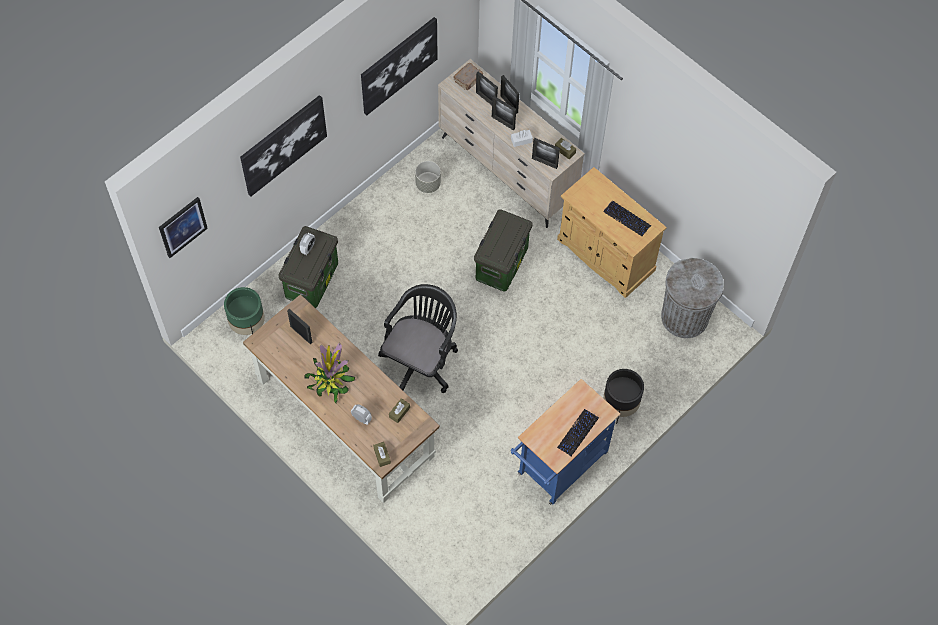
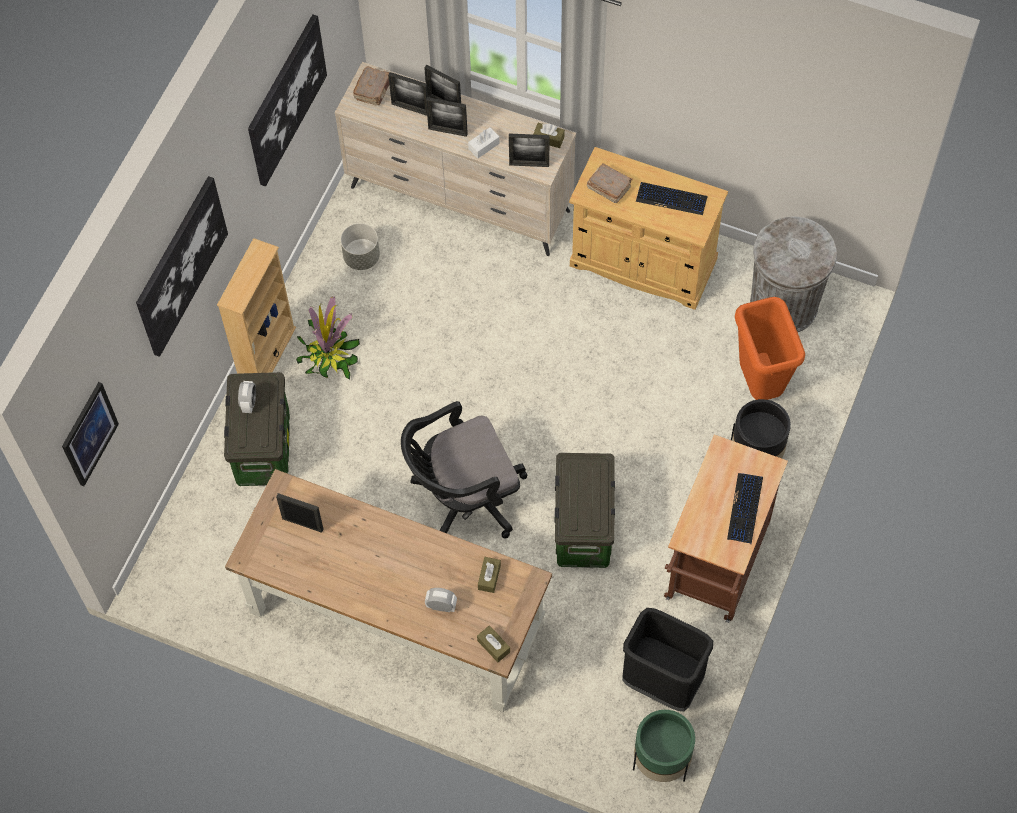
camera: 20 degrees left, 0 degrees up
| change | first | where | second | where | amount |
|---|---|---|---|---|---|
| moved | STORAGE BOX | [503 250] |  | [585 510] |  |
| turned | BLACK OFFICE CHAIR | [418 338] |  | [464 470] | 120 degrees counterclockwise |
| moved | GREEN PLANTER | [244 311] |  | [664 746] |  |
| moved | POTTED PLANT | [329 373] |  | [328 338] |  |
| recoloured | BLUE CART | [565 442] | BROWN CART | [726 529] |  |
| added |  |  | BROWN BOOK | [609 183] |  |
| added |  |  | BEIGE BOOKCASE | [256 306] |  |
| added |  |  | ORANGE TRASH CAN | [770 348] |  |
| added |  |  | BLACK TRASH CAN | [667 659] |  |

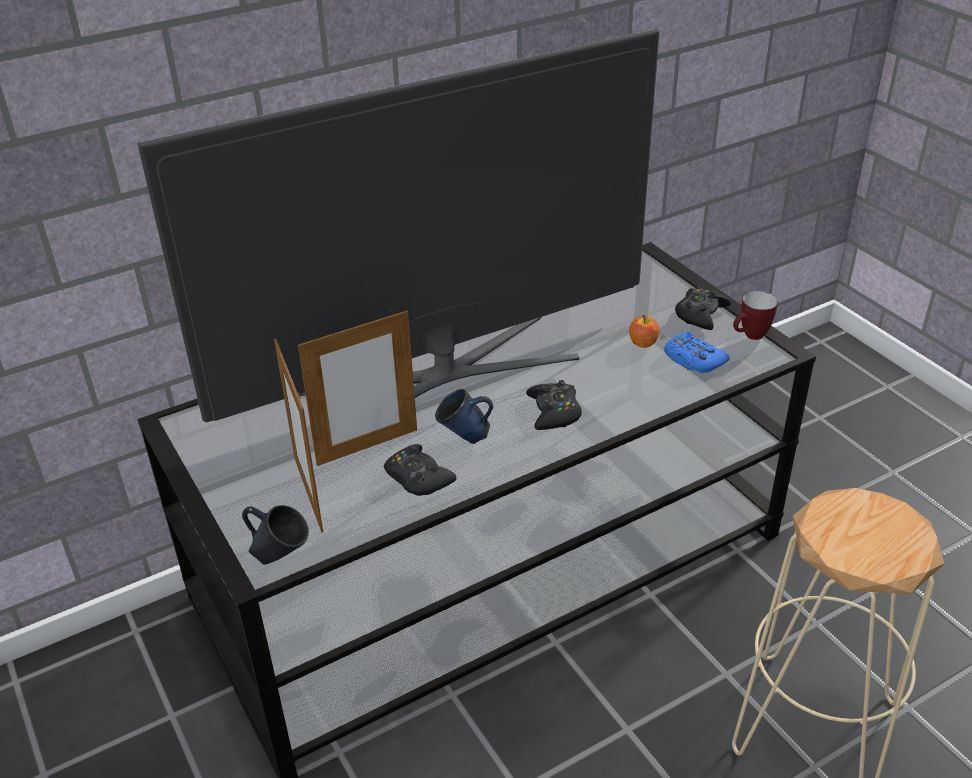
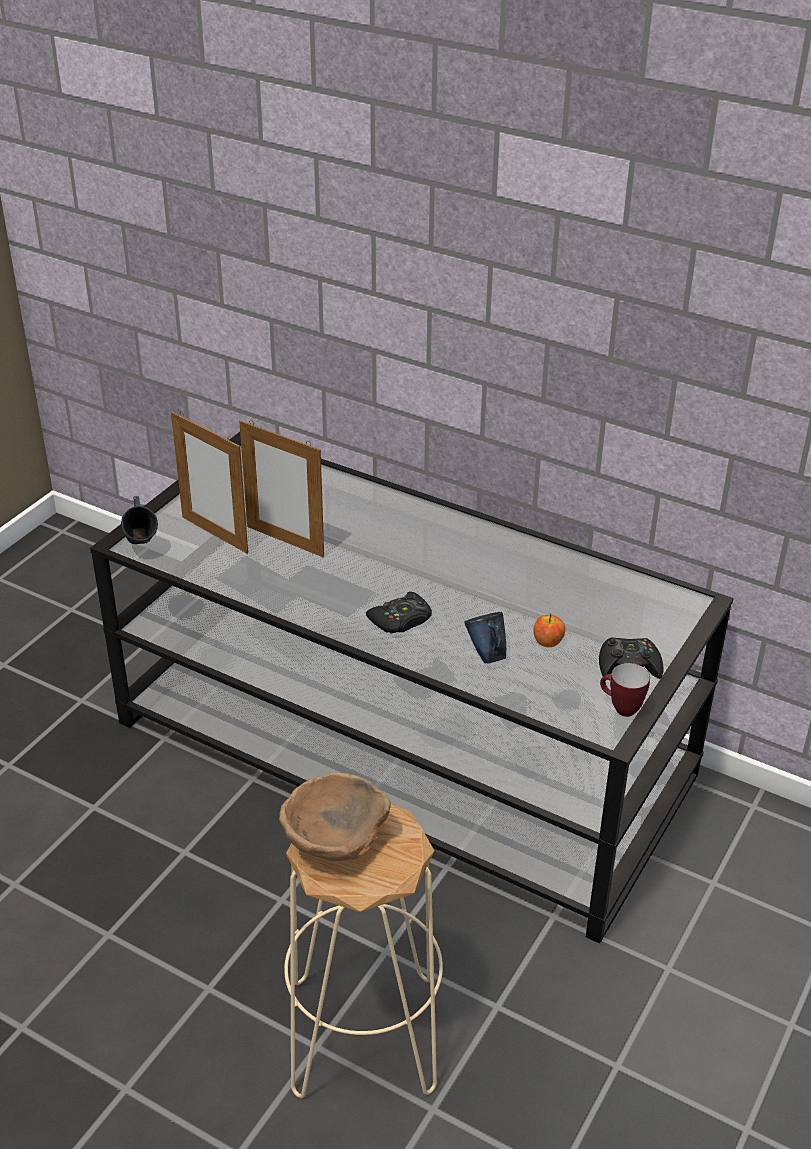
camera: 60 degrees right, 0 degrees up
| change | first | where | second | where | amount |
|---|---|---|---|---|---|
| removed | TELEVISION | [398 225] |  |  |  |
| removed | BLUE GAME CONTROLLER | [697 352] |  |  |  |
| turned | PICTURE FRAME | [298 436] |  | [209 482] | 90 degrees counterclockwise |
| moved | BLUE MUG | [464 416] |  | [485 638] |  |
| removed | BLACK GAME CONTROLLER | [420 470] |  |  |  |
| added |  |  | BROWN BOWL | [335 816] |  |

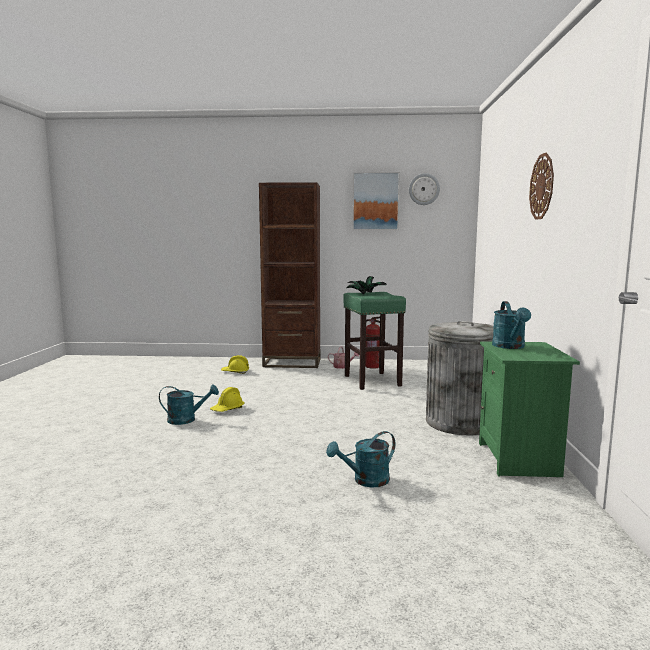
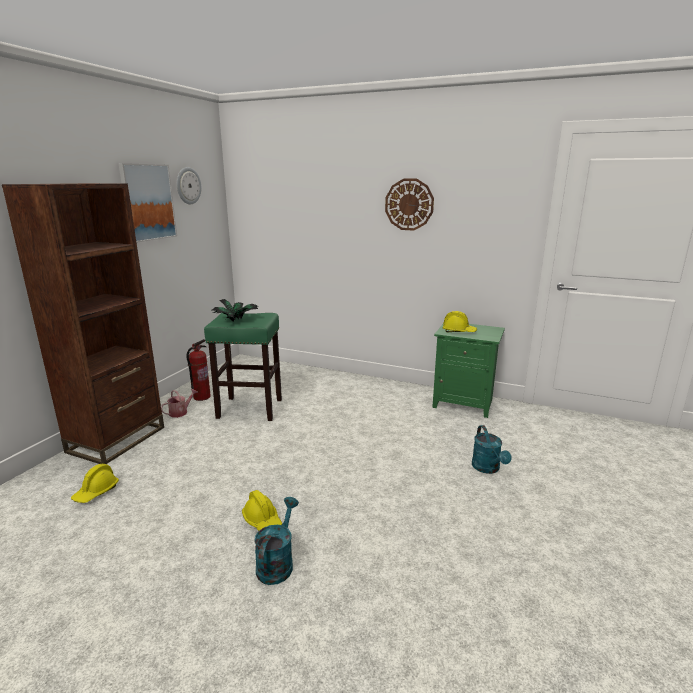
camera: 70 degrees left, 10 degrees up
| change | first | where | second | where | amount |
|---|---|---|---|---|---|
| replaced | TURQUOISE WATERING CAN | [511 325] | YELLOW HARD HAT | [460 321] |  |
| removed | GREY TRASH CAN | [460 378] |  |  |  |

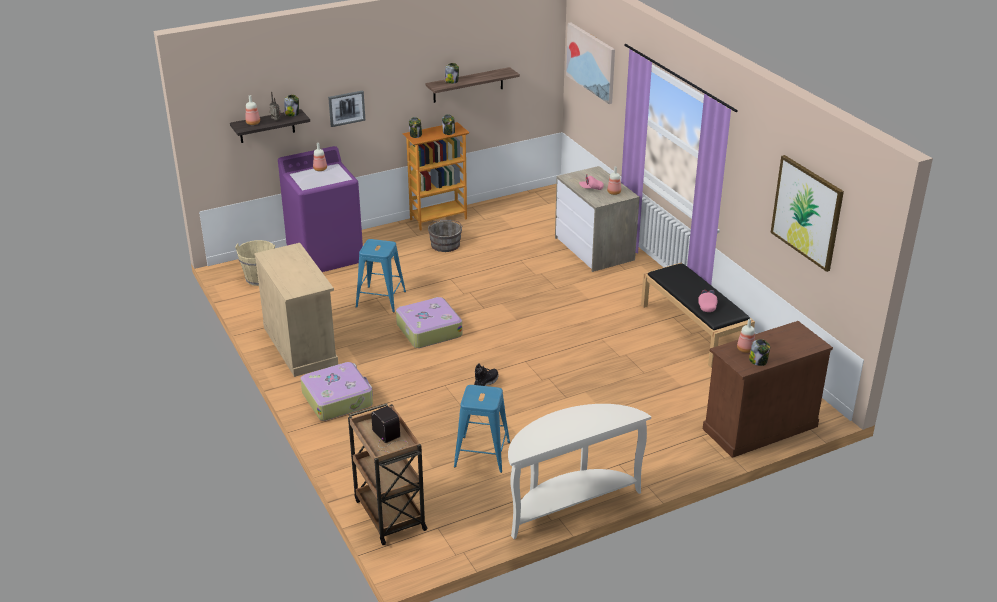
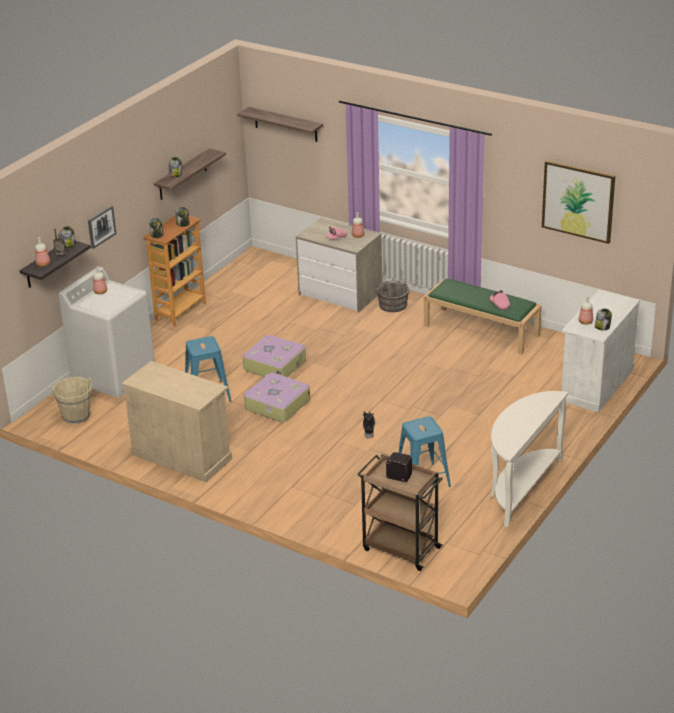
camera: 30 degrees left, 0 degrees up
| change | first | where | second | where | amount |
|---|---|---|---|---|---|
| replaced | PICTURE | [590 63] | SHELF | [280 124] |  |
| recoloured | PURPLE WASHING MACHINE | [320 209] | WHITE WASHING MACHINE | [106 332] |  |
| moved | GREY BUCKET | [445 236] |  | [391 296] |  |
| recoloured | BLACK BENCH | [698 315] | GREEN BENCH | [483 316] |  |
| recoloured | BROWN CABINET | [768 389] | WHITE CABINET | [600 350] |  |
| moved | SUITCASE | [336 391] |  | [274 356] |  |

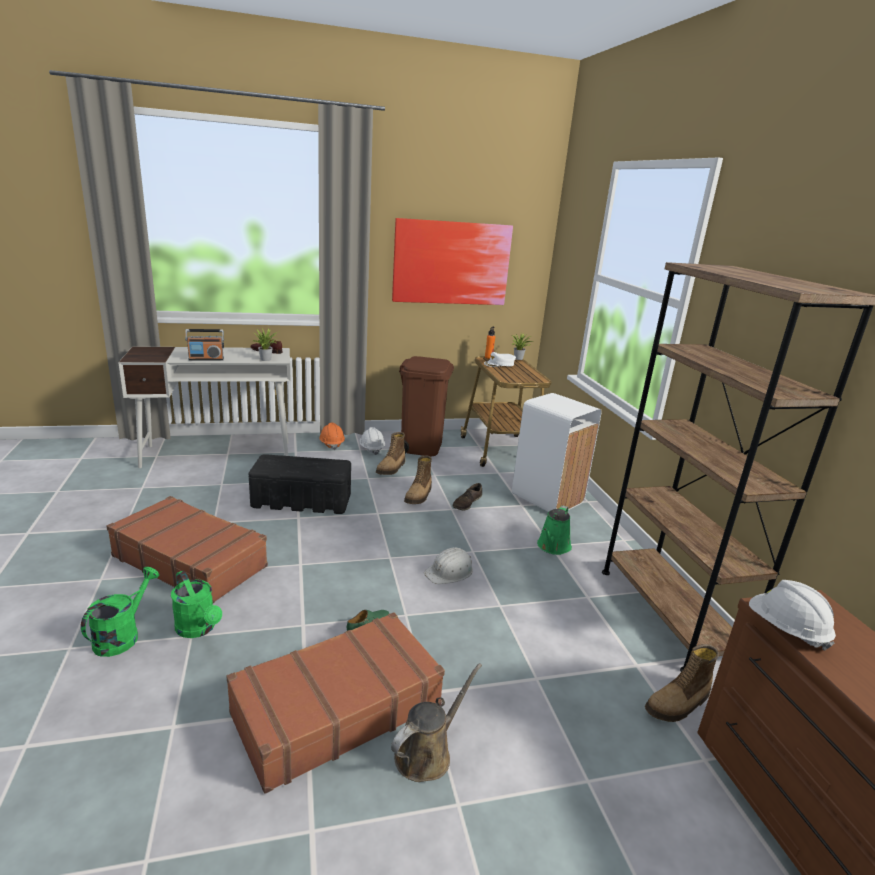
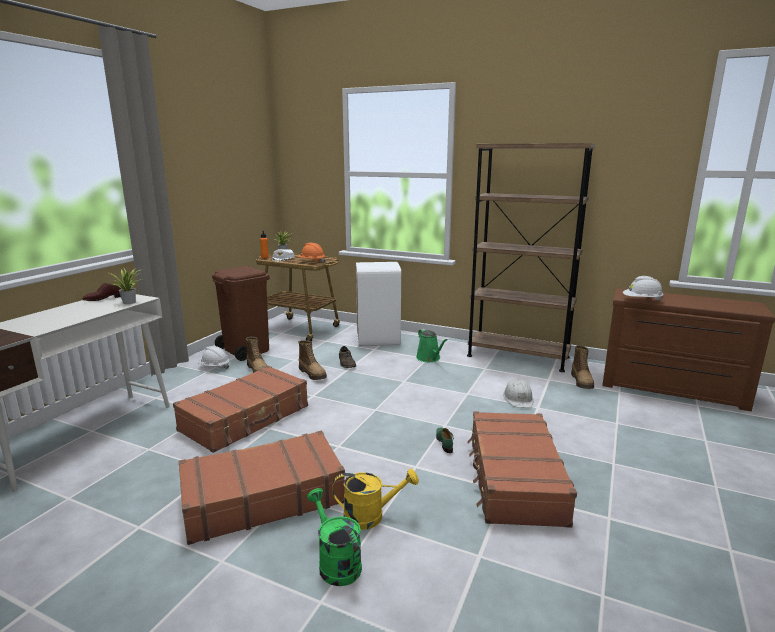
camera: 50 degrees left, 5 degrees down
| change | first | where | second | where | amount |
|---|---|---|---|---|---|
| removed | PICTURE | [452 261] |  |  |  |
| removed | RADIO | [204 345] |  |  |  |
| moved | ORANGE HARD HAT | [332 436] |  | [311 253] |  |
| replaced | BLACK STORAGE BOX | [299 484] | BROWN SUITCASE | [240 409] |  |
| moved | WHITE HARD HAT | [448 565] |  | [518 393] |  |
| recoloured | GREEN WATERING CAN | [196 604] | YELLOW WATERING CAN | [375 499] |  |
| removed | BROWN WATERING CAN | [436 722] |  |  |  |

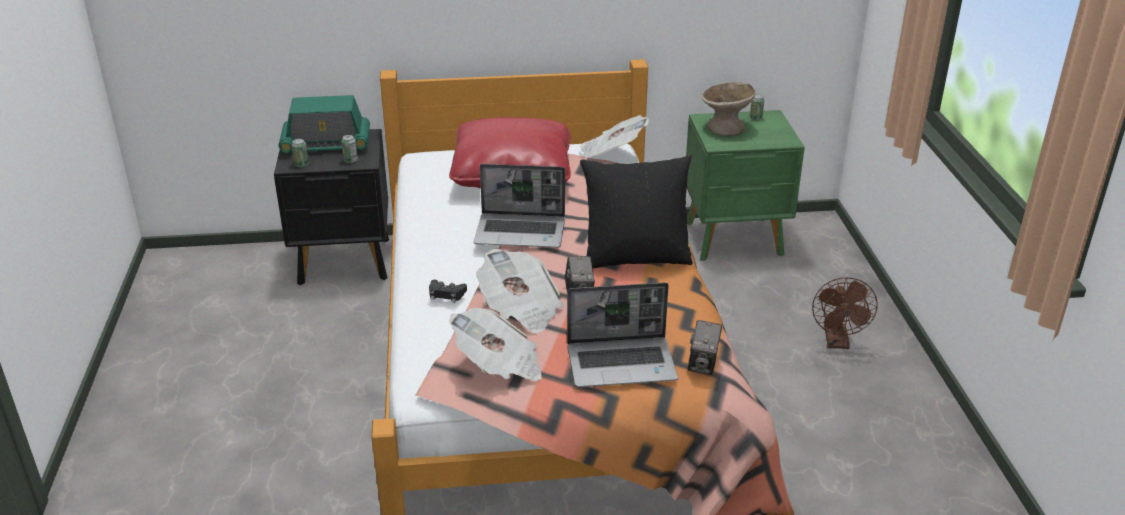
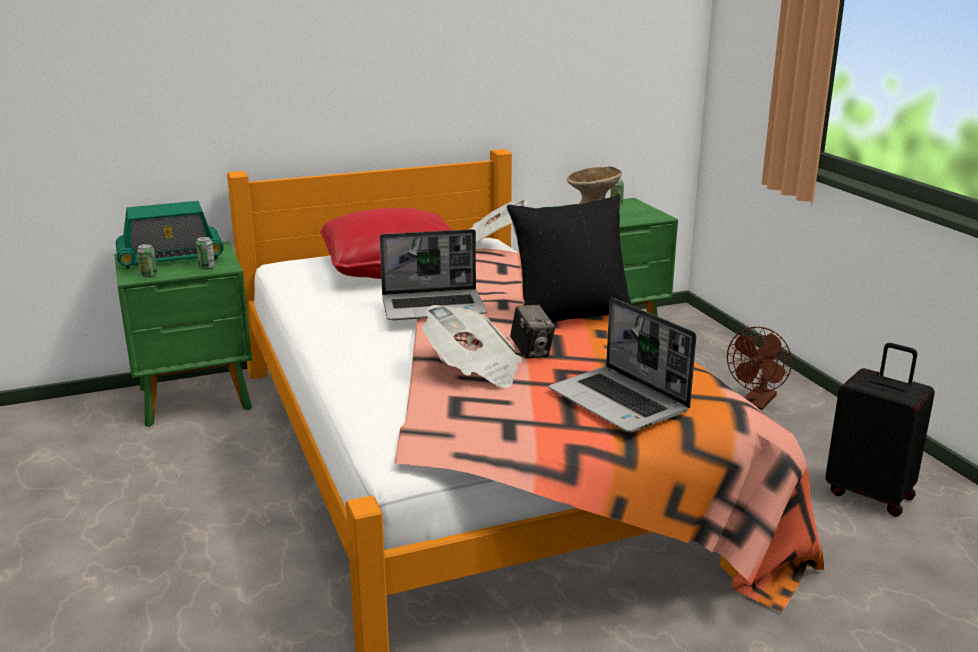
camera: 15 degrees left, 10 degrees down
| change | first | where | second | where | amount |
|---|---|---|---|---|---|
| recoloured | BLACK NIGHTSTAND | [331 207] | GREEN NIGHTSTAND | [183 334] |  |
| turned | BROWN FAN | [845 313] |  | [759 368] | 45 degrees clockwise |
| removed | BLACK GAME CONTROLLER | [448 291] |  |  |  |
| turned | LAPTOP | [622 334] |  | [622 365] | 75 degrees clockwise |
| removed | NEWSPAPER | [495 344] |  |  |  |
| removed | PHOTO CAMERA | [705 347] |  |  |  |
| added |  |  | BLACK SUITCASE | [880 430] |  |

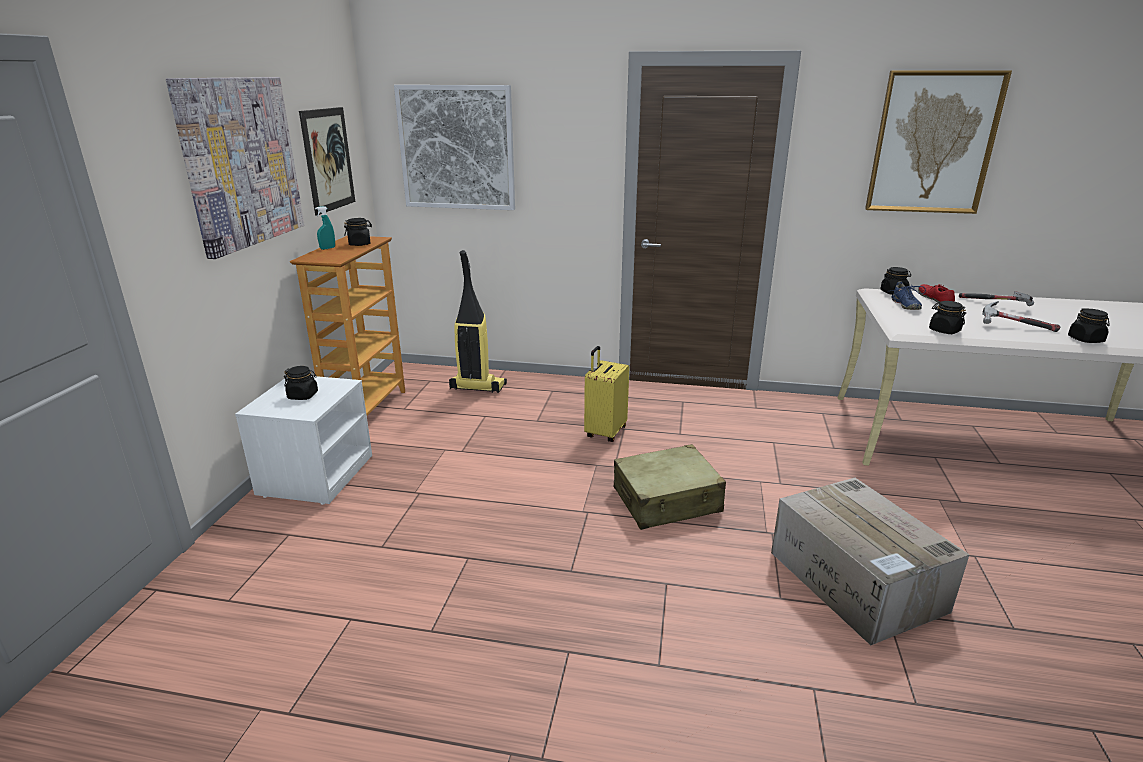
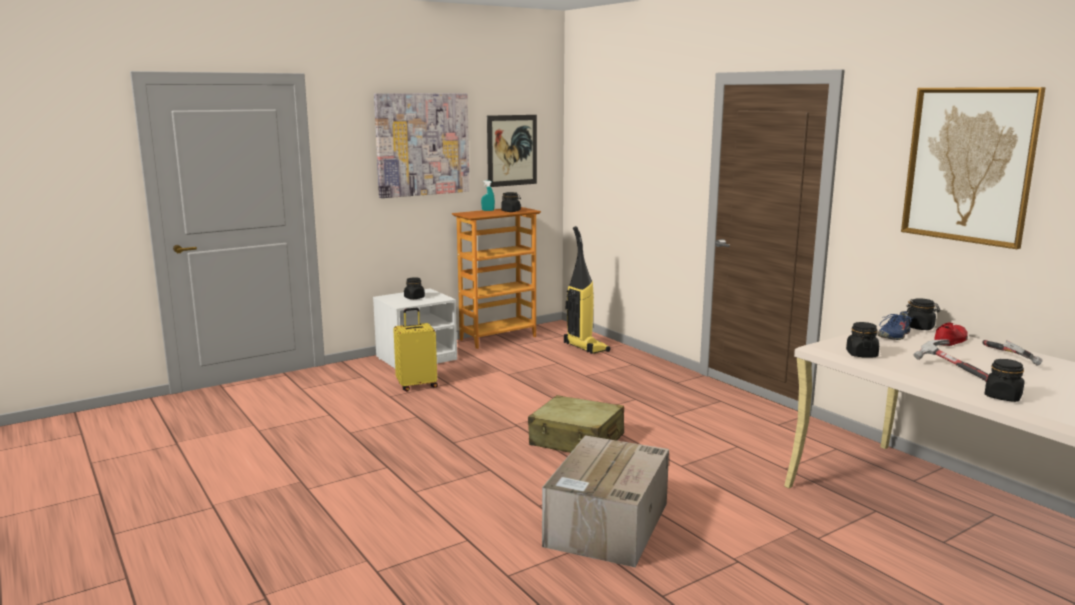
camera: 45 degrees right, 10 degrees down
| change | first | where | second | where | amount |
|---|---|---|---|---|---|
| removed | PICTURE | [454 147] |  |  |  |
| moved | YELLOW SUITCASE | [606 394] |  | [415 349] |  |

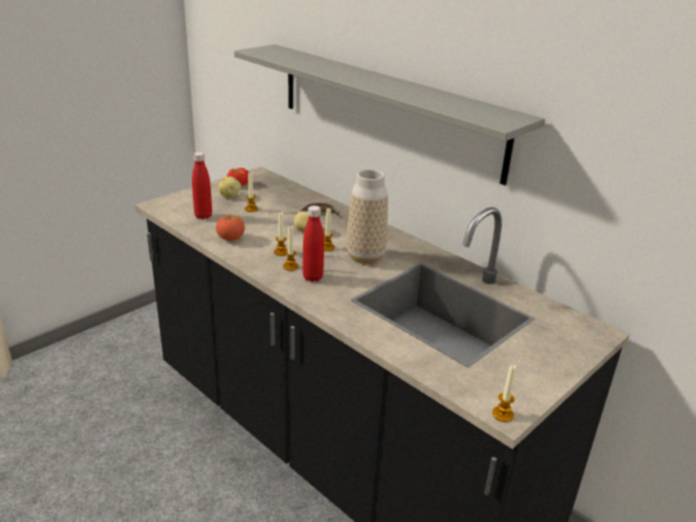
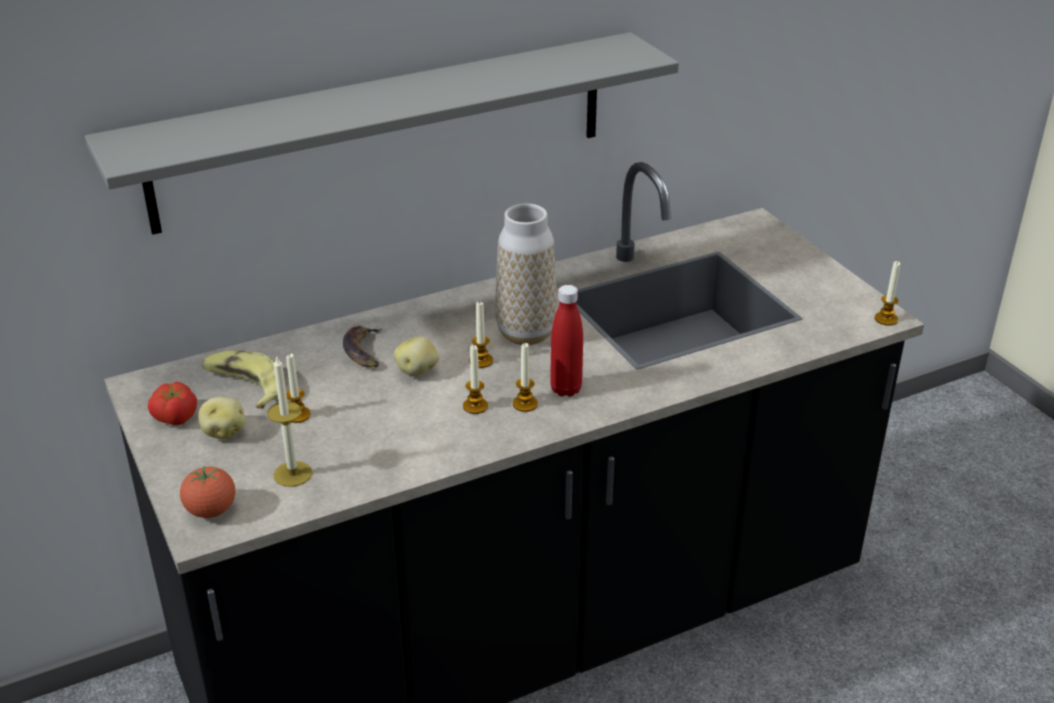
camera: 70 degrees left, 5 degrees up
| change | first | where | second | where | amount |
|---|---|---|---|---|---|
| replaced | RED BOTTLE | [202 185] | CANDLE | [289 421] |  |
| moved | TOMATO | [230 227] |  | [207 492] |  |
| added |  |  | BANANA | [244 379] |  |

